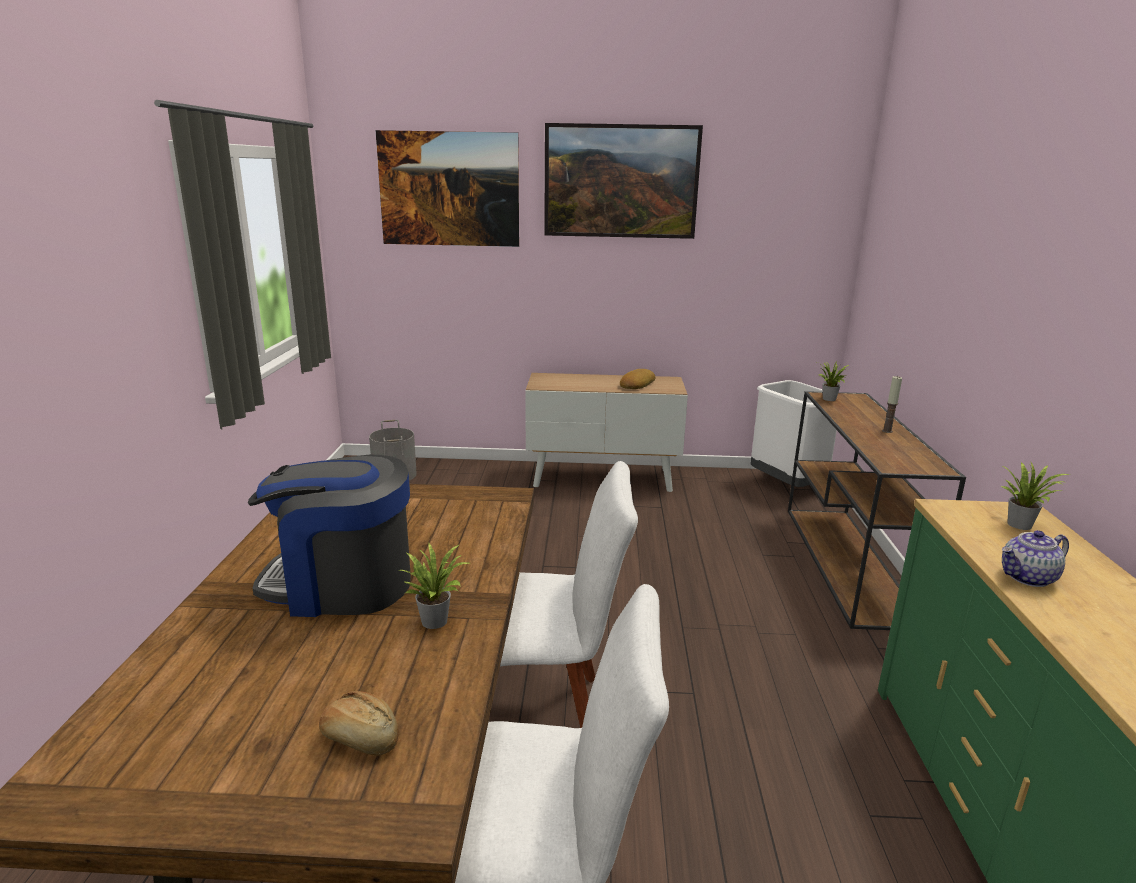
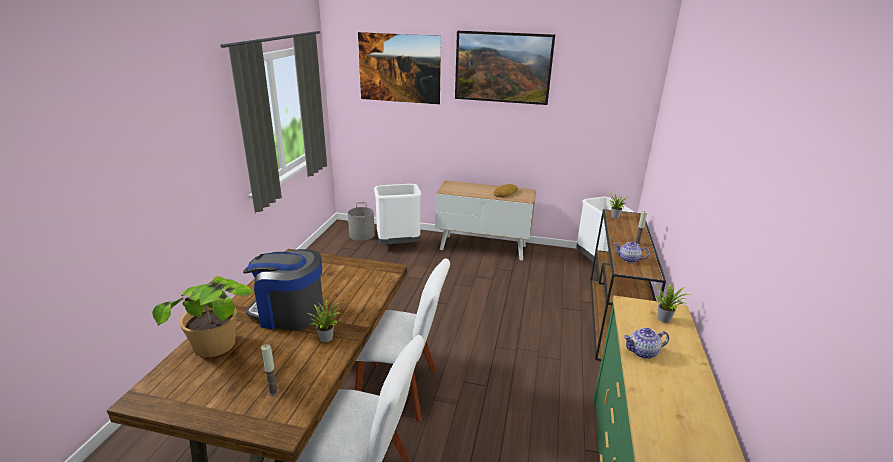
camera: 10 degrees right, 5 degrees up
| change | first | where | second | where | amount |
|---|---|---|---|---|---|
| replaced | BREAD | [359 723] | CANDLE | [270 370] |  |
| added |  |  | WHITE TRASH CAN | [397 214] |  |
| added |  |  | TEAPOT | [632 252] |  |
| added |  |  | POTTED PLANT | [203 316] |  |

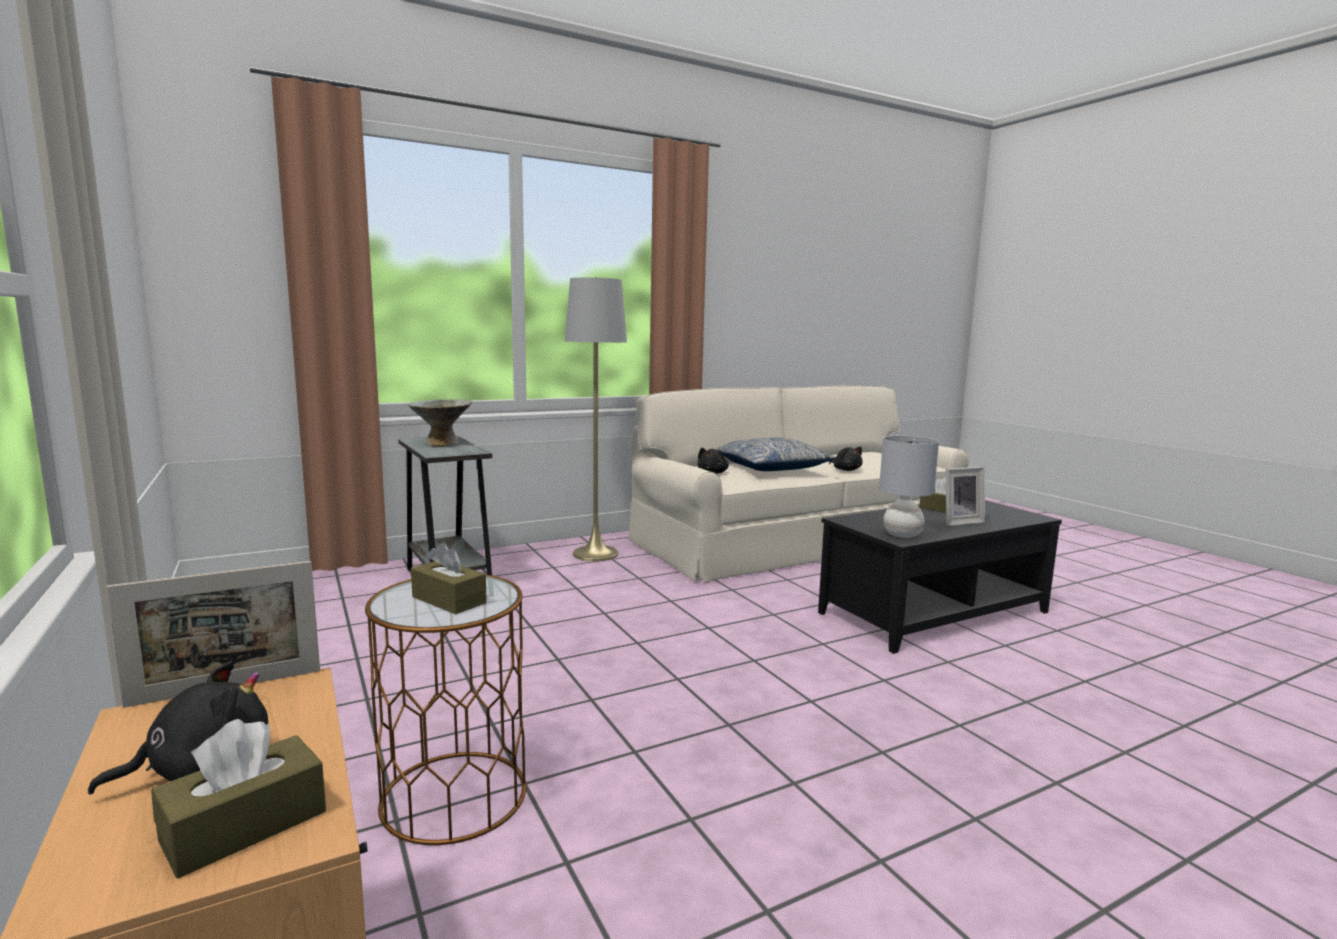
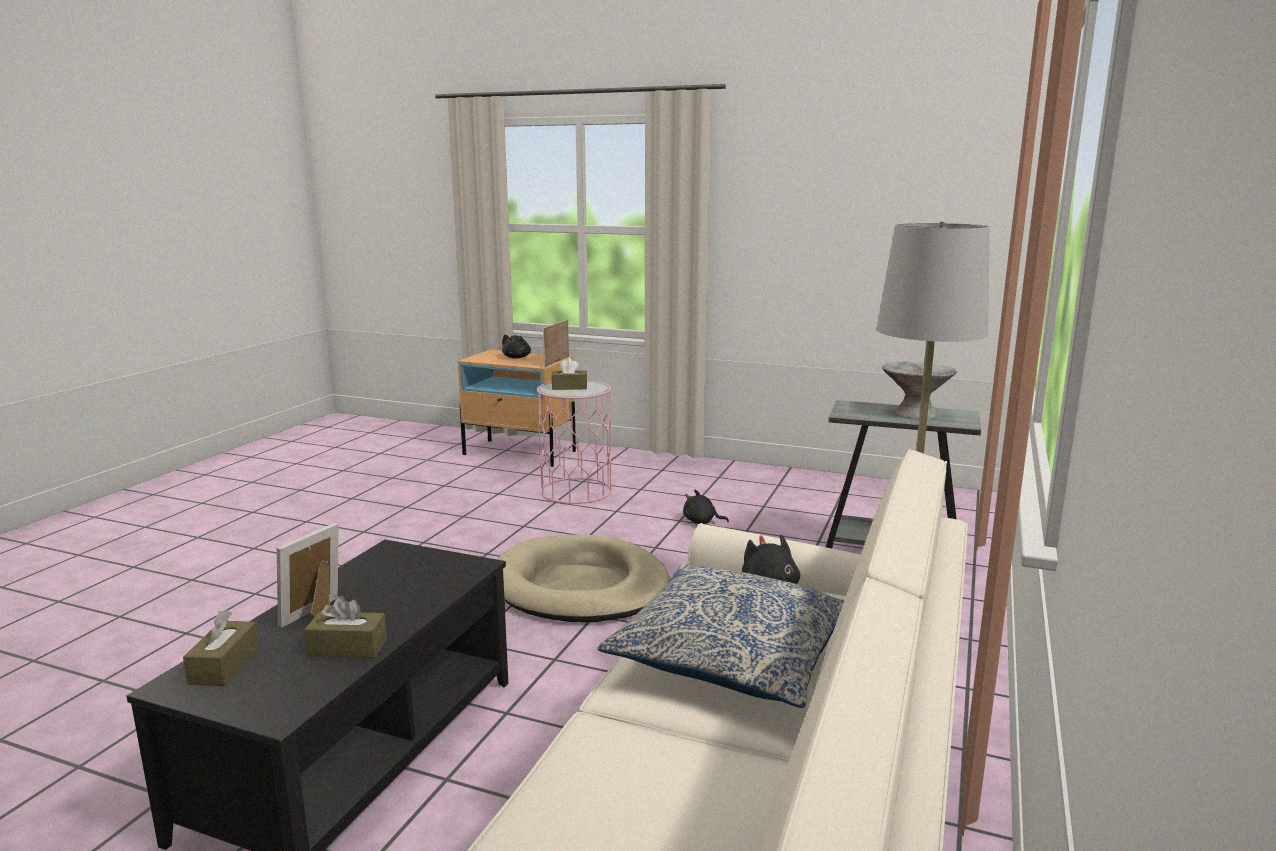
camera: 140 degrees right, 5 degrees up
| change | first | where | second | where | amount |
|---|---|---|---|---|---|
| removed | GREY TABLE LAMP | [909 487] |  |  |  |
| moved | BLACK PLUSH TOY | [846 459] |  | [706 507] |  |
| recoloured | BROWN SIDE TABLE | [445 710] | PINK SIDE TABLE | [574 442] |  |
| moved | BROWN TISSUE BOX | [238 799] |  | [221 648] |  |
| added |  |  | BEIGE DOG BED | [583 578] |  |

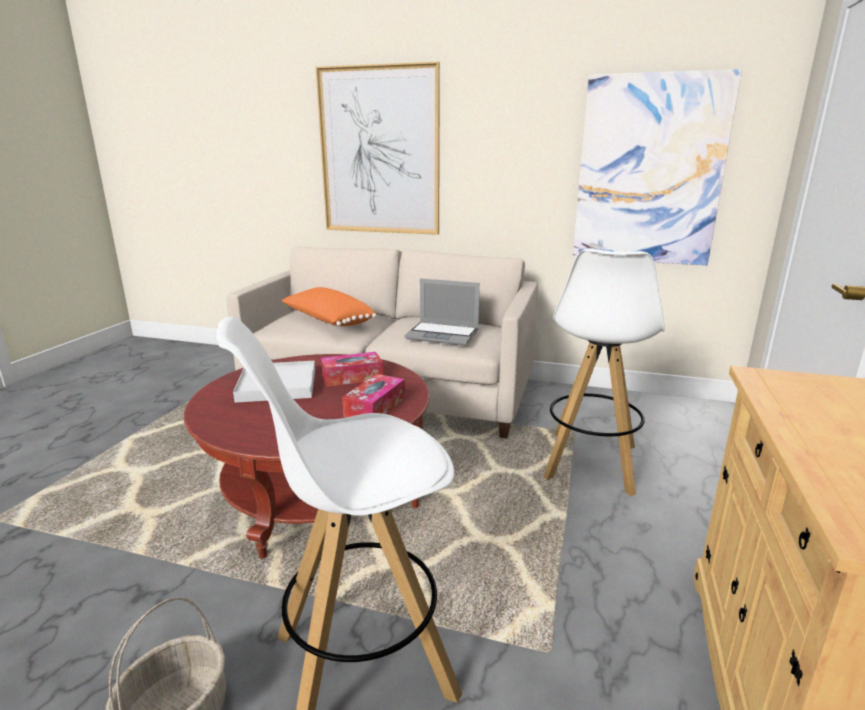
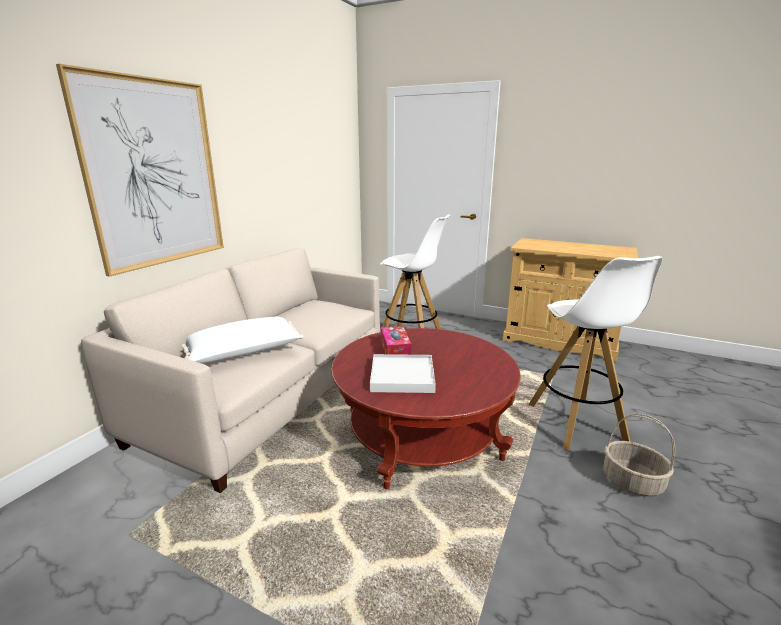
camera: 80 degrees left, 0 degrees up
| change | first | where | second | where | amount |
|---|---|---|---|---|---|
| removed | PICTURE | [657 167] |  |  |  |
| removed | LAPTOP | [442 312] |  |  |  |
| recoloured | ORANGE PILLOW | [329 306] | WHITE PILLOW | [242 340] |  |
| removed | TISSUE BOX | [373 396] |  |  |  |

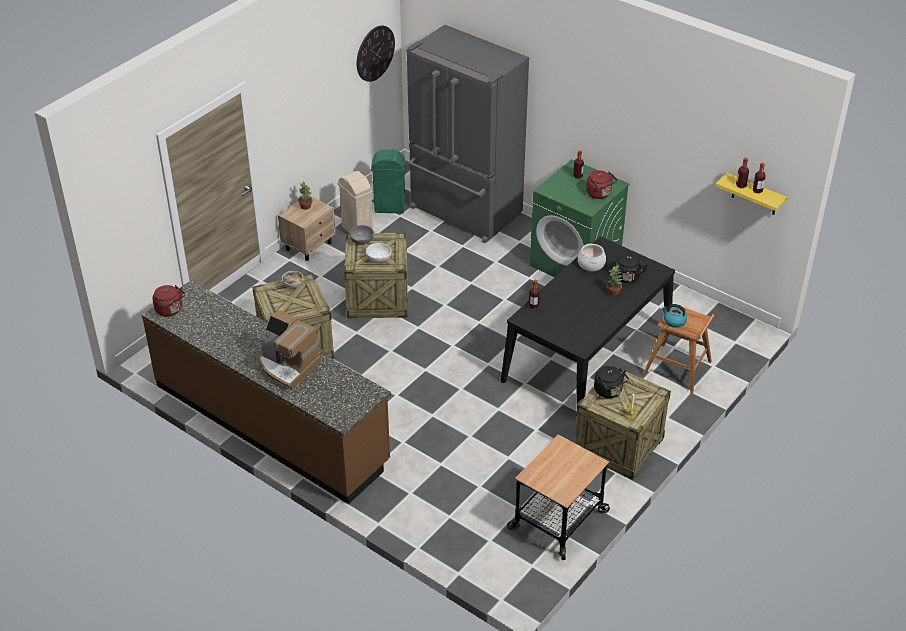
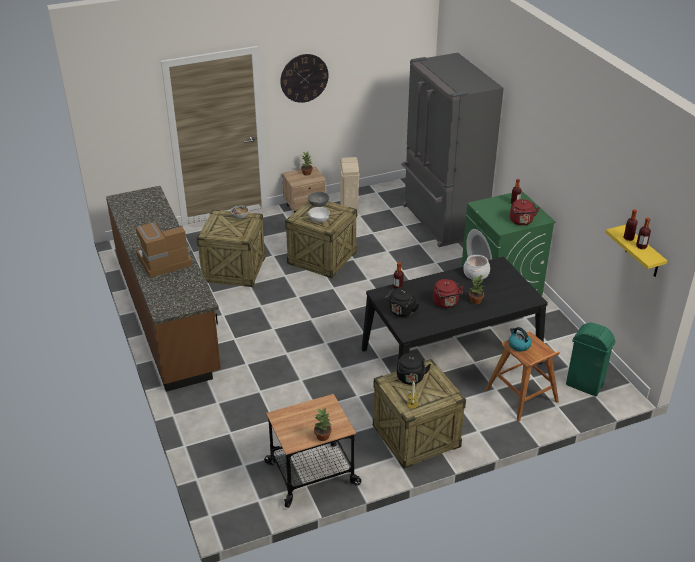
camera: 30 degrees right, 5 degrees down
| change | first | where | second | where | amount |
|---|---|---|---|---|---|
| moved | WALL CLOCK | [376 54] |  | [304 78] |  |
| moved | GREEN TRASH CAN | [388 181] |  | [591 360] |  |
| moved | BLACK KETTLE | [631 268] |  | [402 302] |  |
| moved | RED KETTLE | [169 300] |  | [448 293] |  |
| turned | COFFEE MACHINE | [289 350] |  | [164 250] | 90 degrees clockwise |
| added |  |  | POTTED PLANT | [323 424] |  |

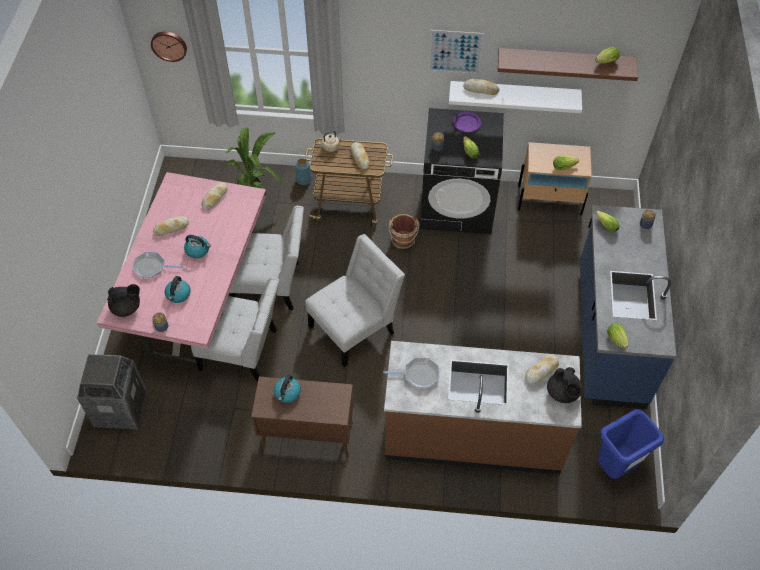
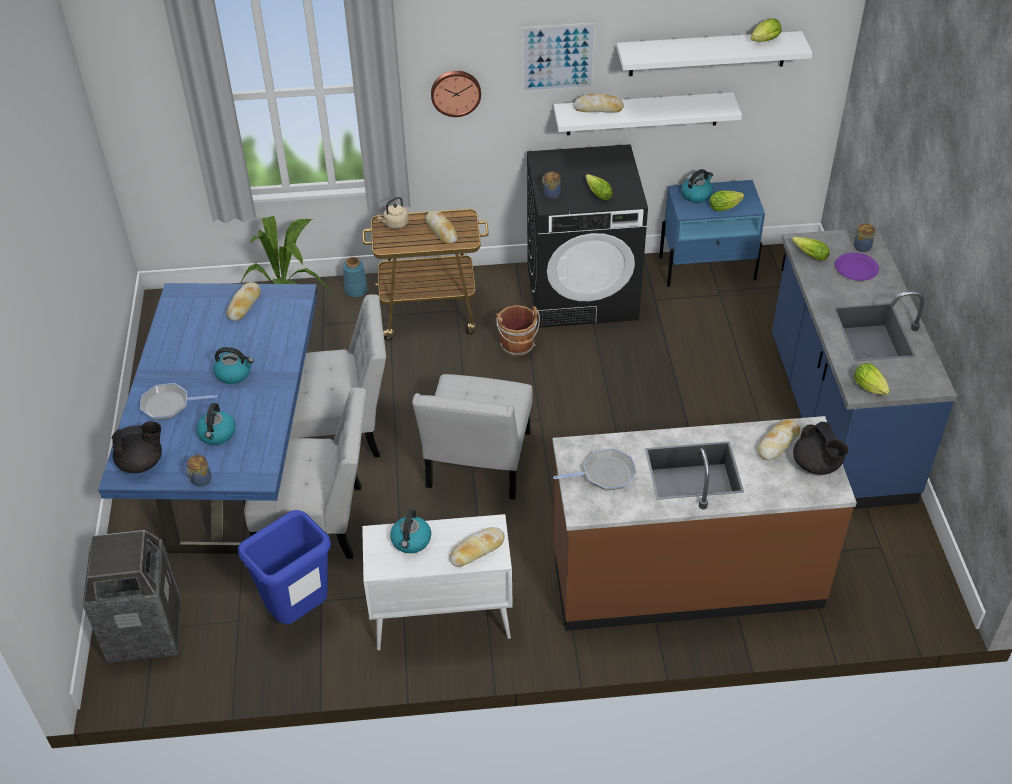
camera: 10 degrees left, 10 degrees down
| change | first | where | second | where | amount |
|---|---|---|---|---|---|
| moved | WALL CLOCK | [169 46] |  | [456 94] |  |
| recoloured | BROWN SHELF | [568 64] | WHITE SHELF | [714 53] |  |
| moved | PURPLE PLATE | [467 122] |  | [857 267] |  |
| recoloured | BEIGE NIGHTSTAND | [555 178] | BLUE NIGHTSTAND | [712 233] |  |
| recoloured | PINK DINING TABLE | [181 270] | BLUE DINING TABLE | [208 418] |  |
| moved | BREAD | [171 226] |  | [477 547] |  |
| turned | WHITE CHAIR | [355 300] |  | [472 436] | 150 degrees clockwise |
| recoloured | BROWN CABINET | [302 417] | WHITE CABINET | [437 582] |  |
| moved | BLUE TRASH CAN | [631 444] |  | [284 567] |  |
| added |  |  | KETTLE | [697 186] |  |

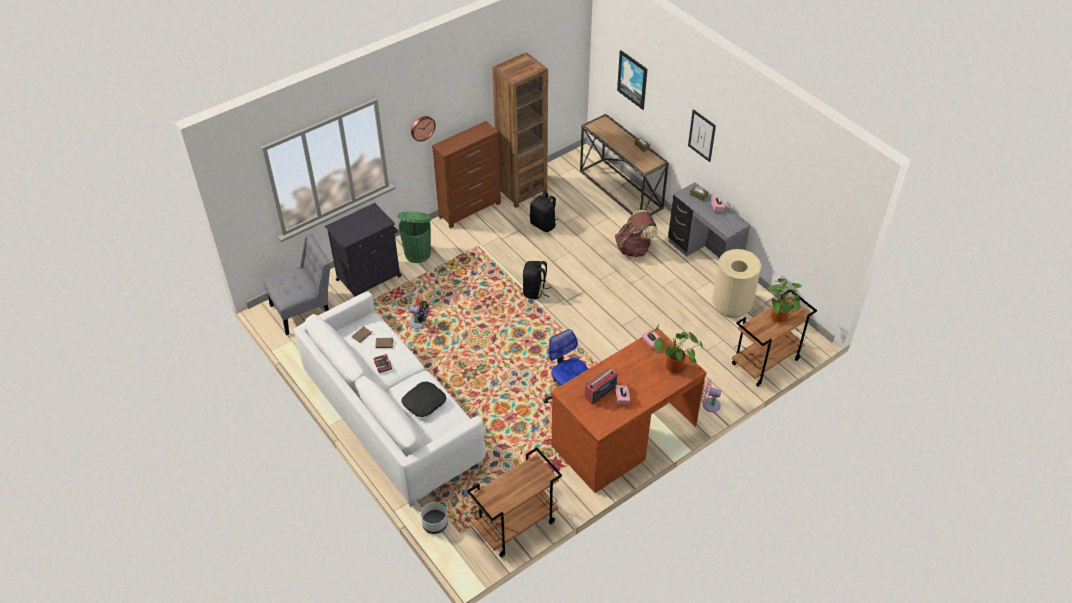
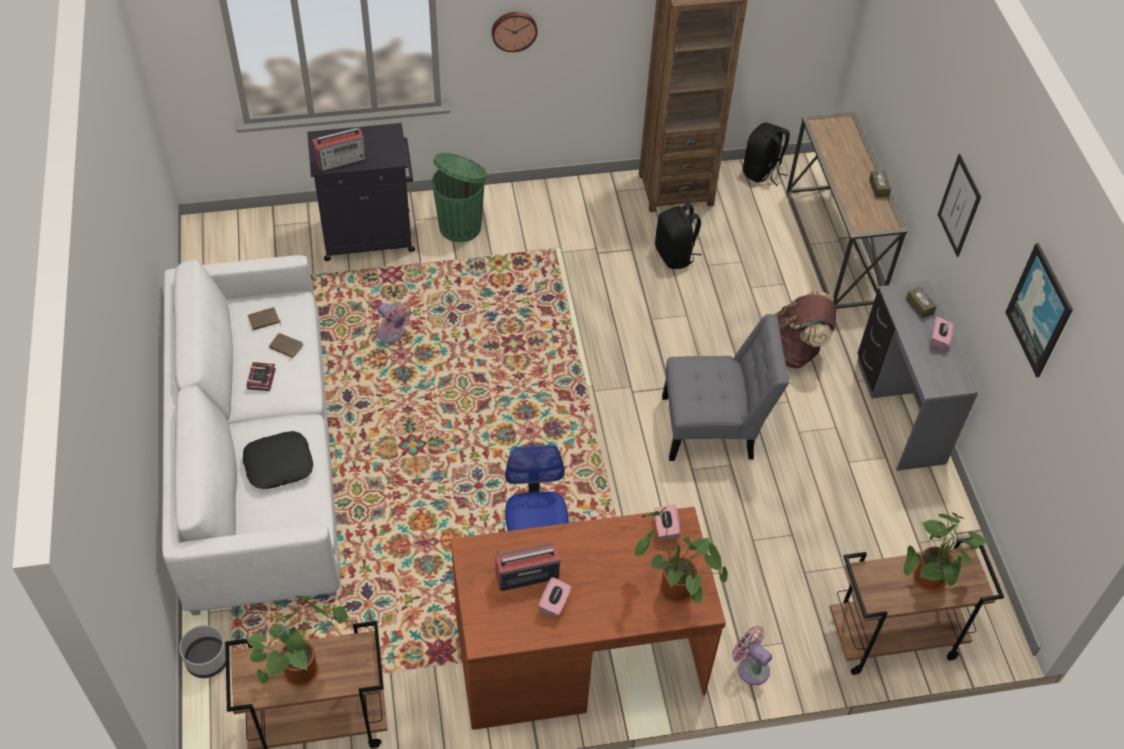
camera: 25 degrees right, 5 degrees up
| change | first | where | second | where | amount |
|---|---|---|---|---|---|
| moved | PICTURE | [632 80] |  | [1039 310] |  |
| removed | BROWN DRESSER | [466 174] |  |  |  |
| moved | GREY CHAIR | [297 284] |  | [725 387] |  |
| removed | BEIGE TRASH CAN | [736 283] |  |  |  |
| moved | BLACK BACKPACK | [537 280] |  | [766 154] |  |
| recoloured | BLACK FAN | [419 315] | PINK FAN | [394 323] |  |
| added |  |  | RADIO | [339 149] |  |
| added |  |  | POTTED PLANT | [297 641] |  |

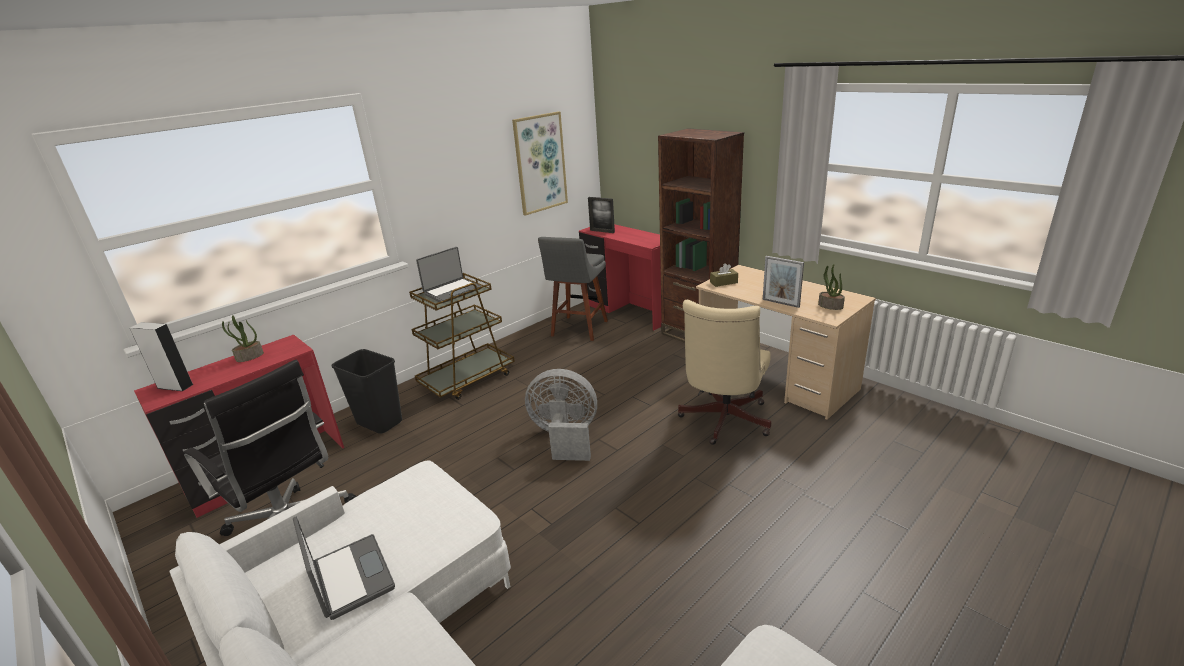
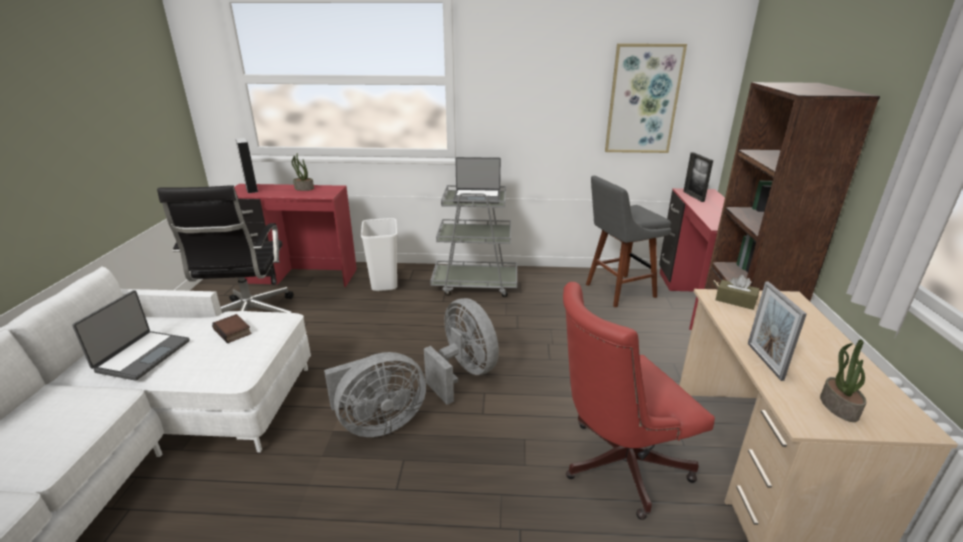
camera: 45 degrees right, 0 degrees up
| change | first | where | second | where | amount |
|---|---|---|---|---|---|
| recoloured | BROWN CART | [462 336] | GREY CART | [473 241] |  |
| recoloured | BEIGE OFFICE CHAIR | [724 372] | RED OFFICE CHAIR | [639 401] |  |
| recoloured | BLACK TRASH CAN | [366 391] | WHITE TRASH CAN | [379 254] |  |
| added |  |  | BOOK | [232 328] |  |
| added |  |  | GREY FAN | [375 394] |  |

